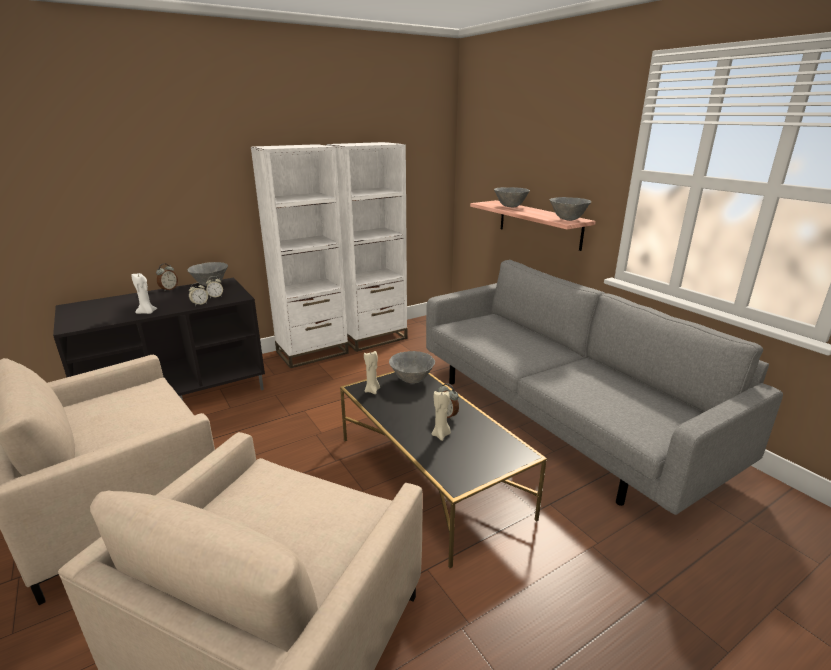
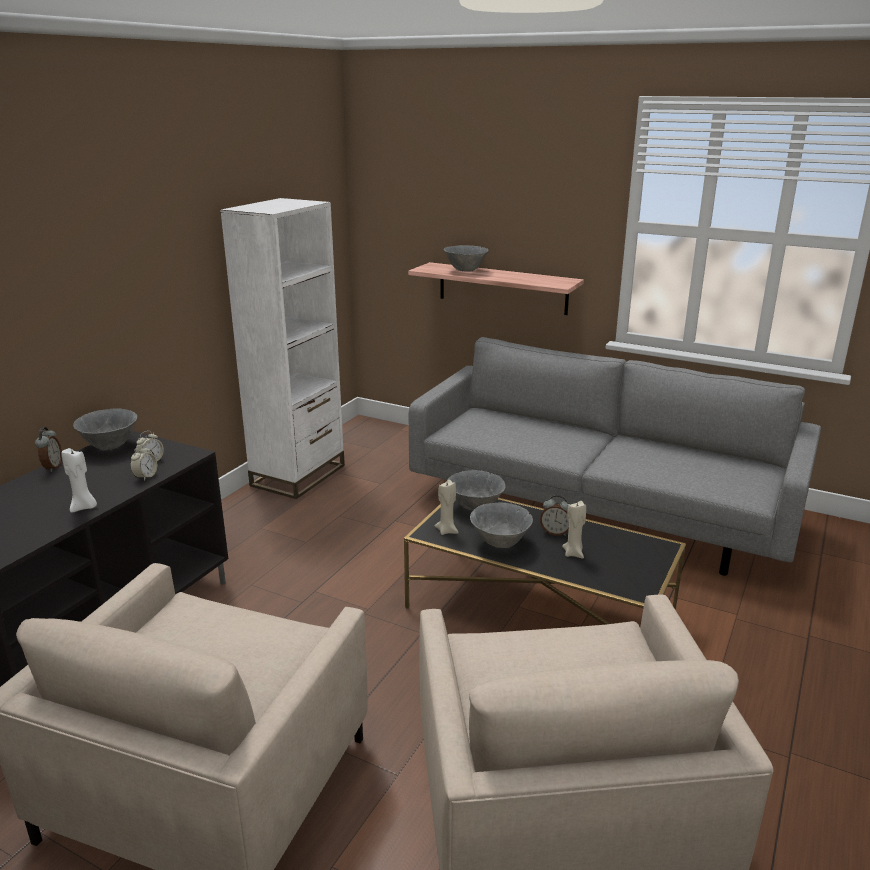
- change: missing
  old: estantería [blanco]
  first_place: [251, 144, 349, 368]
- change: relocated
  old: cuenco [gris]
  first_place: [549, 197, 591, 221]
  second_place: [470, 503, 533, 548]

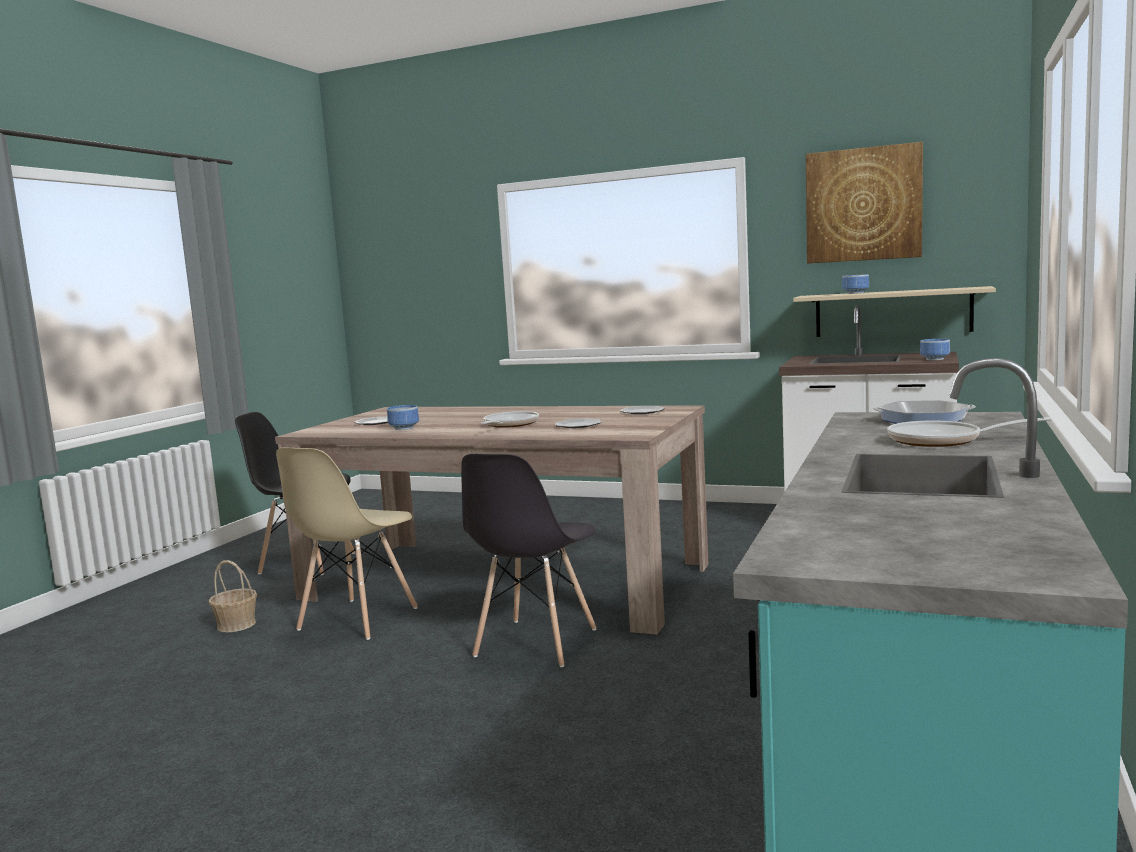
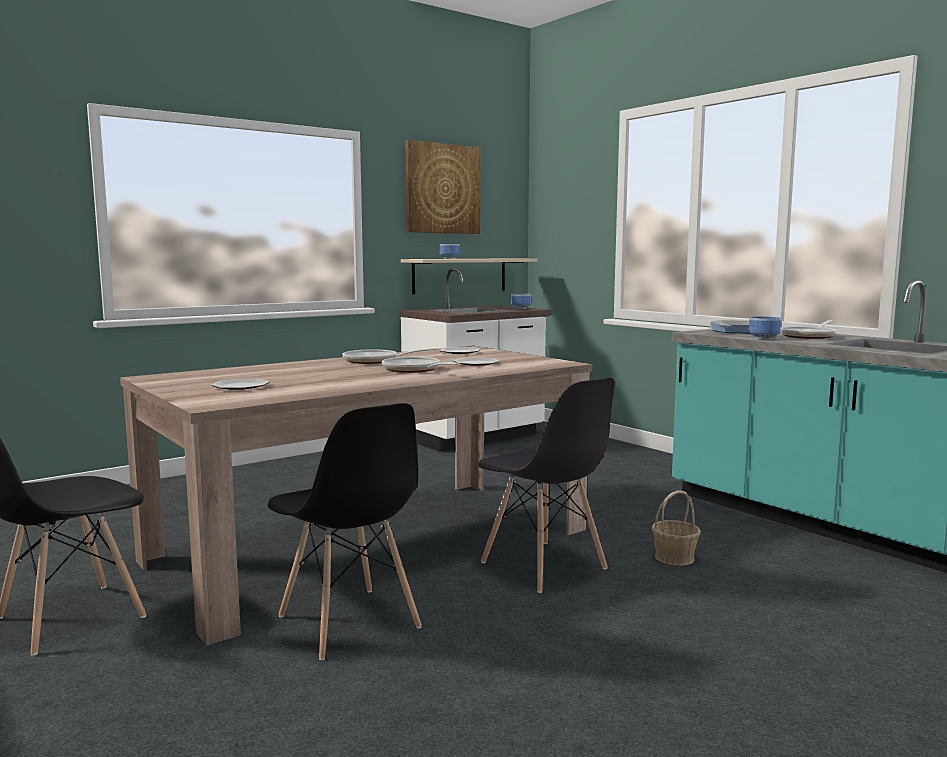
- change: appeared
  new: sartén
  second_place: [343, 348, 437, 364]
- change: relocated
  old: cesta
  first_place: [209, 560, 257, 632]
  second_place: [651, 490, 701, 566]
- change: relocated
  old: cuenco
  first_place: [387, 405, 419, 430]
  second_place: [748, 316, 781, 340]
- change: colour
  old: silla [beis]
  new: silla [negro]
  first_place: [276, 448, 418, 640]
  second_place: [268, 403, 422, 660]

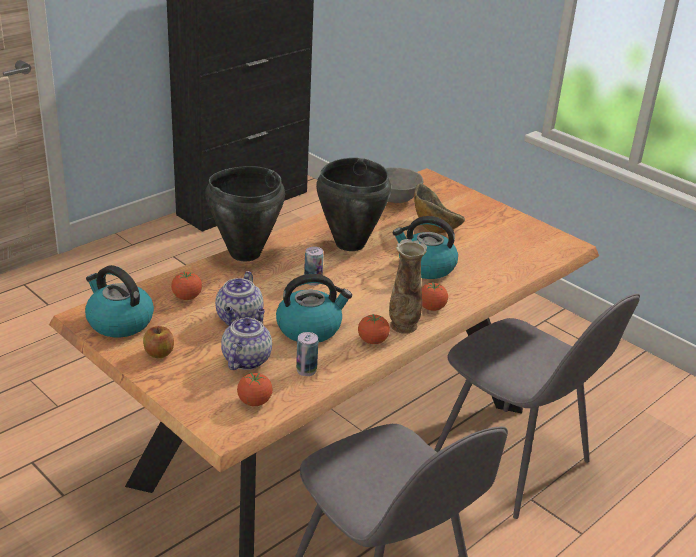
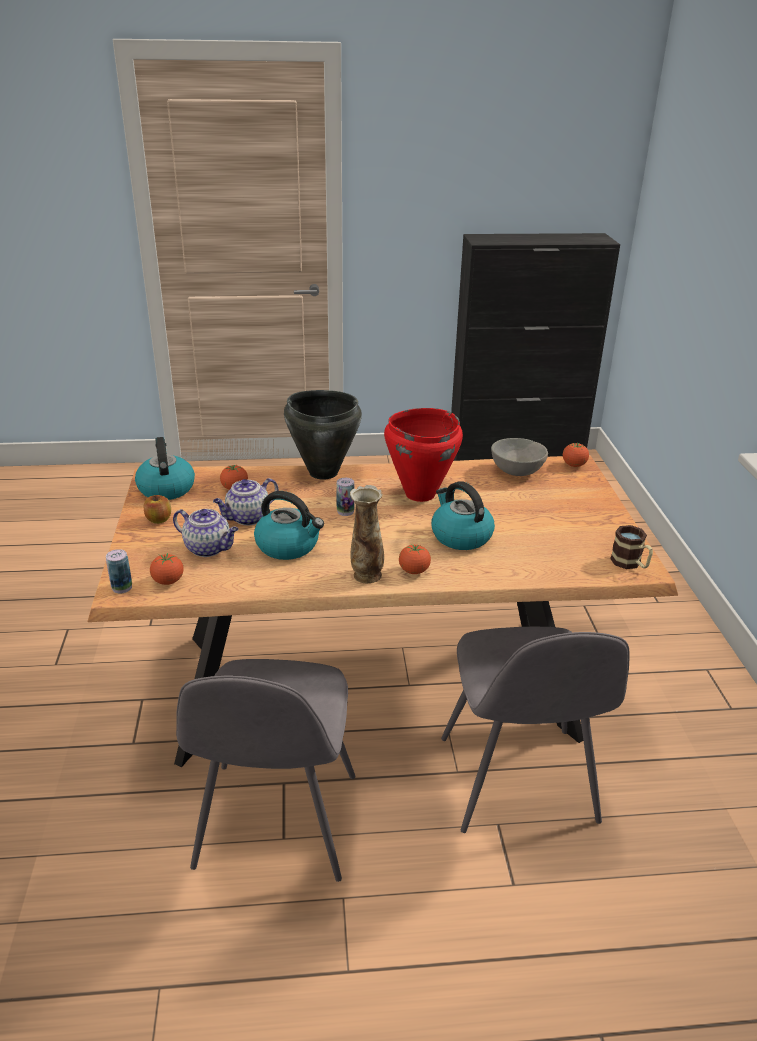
- change: missing
  old: cuenco
  first_place: [414, 183, 465, 233]
- change: appeared
  new: taza grande
  second_place: [610, 525, 653, 569]
- change: relocated
  old: lata
  first_place: [296, 332, 318, 376]
  second_place: [106, 549, 132, 594]
- change: relocated
  old: tomate
  first_place: [358, 314, 390, 344]
  second_place: [563, 443, 589, 467]
- change: colour
  old: olla [negro]
  new: olla [rojo]
  first_place: [316, 158, 391, 251]
  second_place: [384, 408, 463, 502]
- change: spun
  old: tetera
  first_place: [221, 308, 272, 370]
  second_place: [173, 509, 239, 557]
  degrees: 60

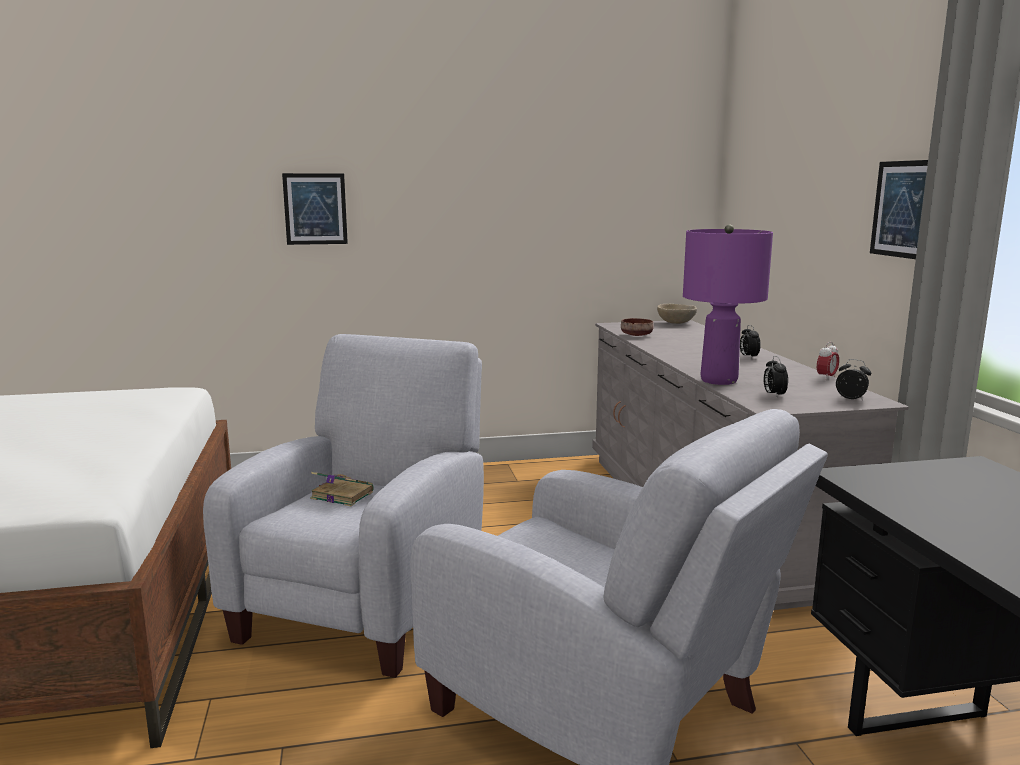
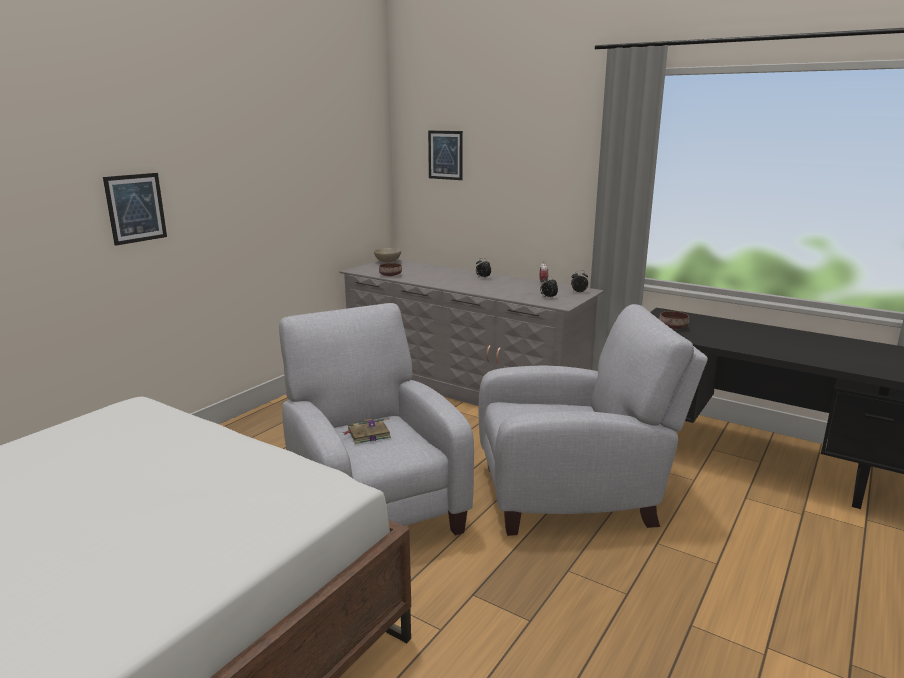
- change: missing
  old: lámpara de mesa [morado]
  first_place: [683, 224, 773, 385]
- change: appeared
  new: cuenco [marrón]
  second_place: [659, 311, 689, 329]
- change: relocated
  old: cuadro
  first_place: [870, 160, 928, 259]
  second_place: [428, 131, 463, 180]

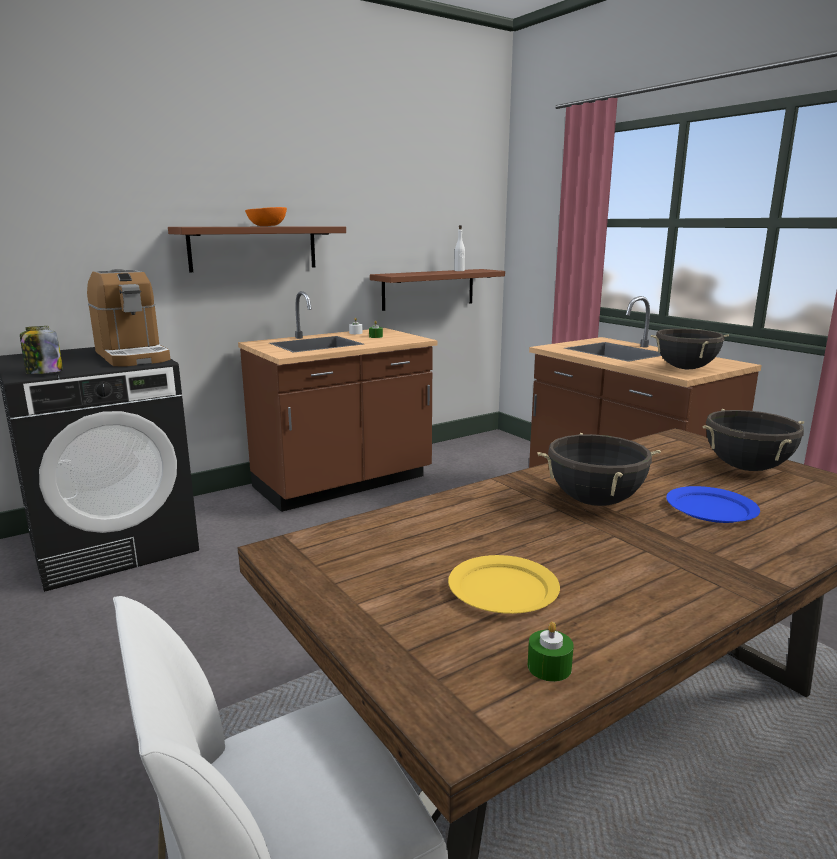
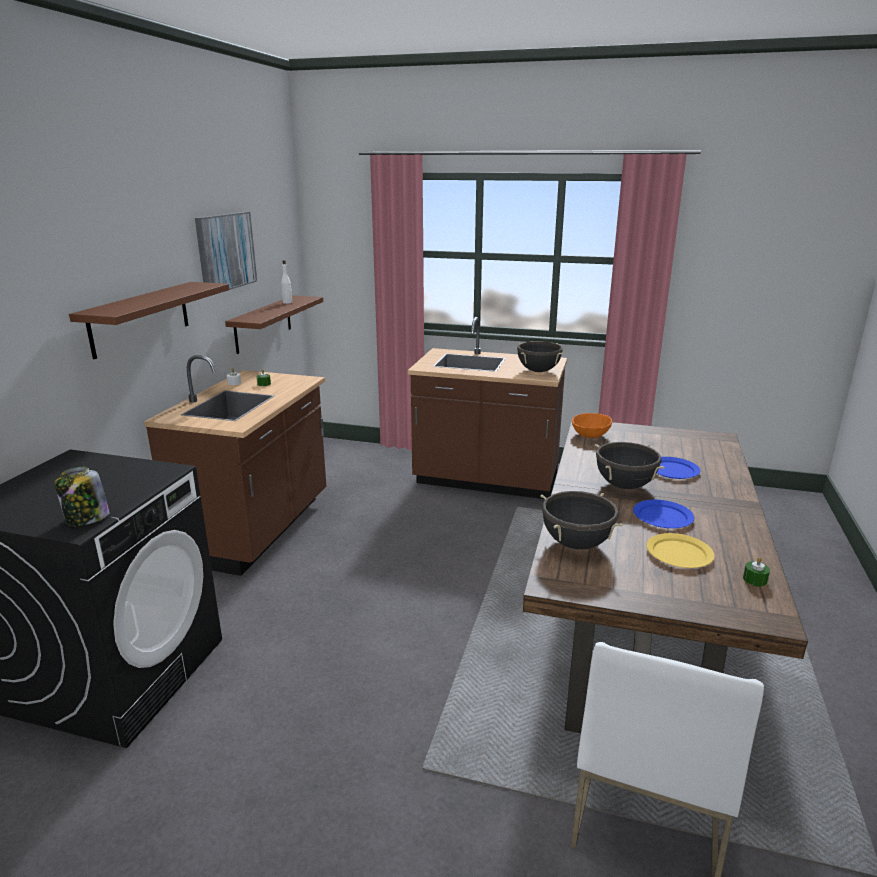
- change: missing
  old: cafetera
  first_place: [87, 269, 170, 366]
- change: appeared
  new: cuadro
  second_place: [195, 212, 257, 290]
- change: appeared
  new: plato [azul]
  second_place: [633, 500, 694, 528]
- change: relocated
  old: cuenco [naranja]
  first_place: [245, 207, 287, 226]
  second_place: [572, 413, 612, 438]
- change: relocated
  old: olla [negro]
  first_place: [702, 409, 804, 471]
  second_place: [540, 491, 623, 550]

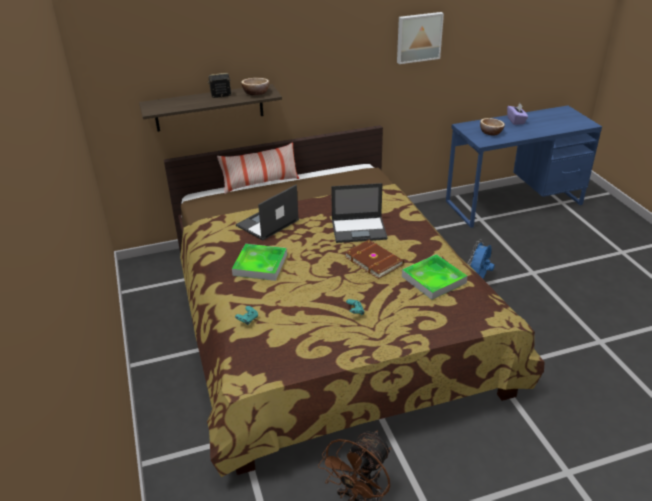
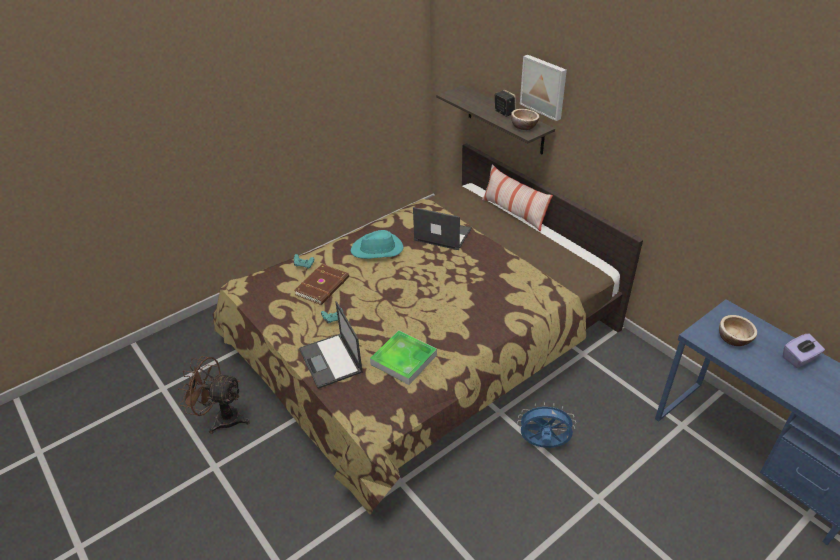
- change: relocated
  old: portátil
  first_place: [331, 183, 388, 243]
  second_place: [299, 301, 363, 389]
- change: relocated
  old: libro [marrón]
  first_place: [345, 240, 404, 279]
  second_place: [294, 264, 349, 305]
- change: relocated
  old: cuadro
  first_place: [397, 12, 444, 64]
  second_place: [520, 55, 567, 121]
- change: exchanged
  old: bandeja
  new: sombrero [turquesa]
  first_place: [232, 244, 287, 281]
  second_place: [351, 230, 403, 259]

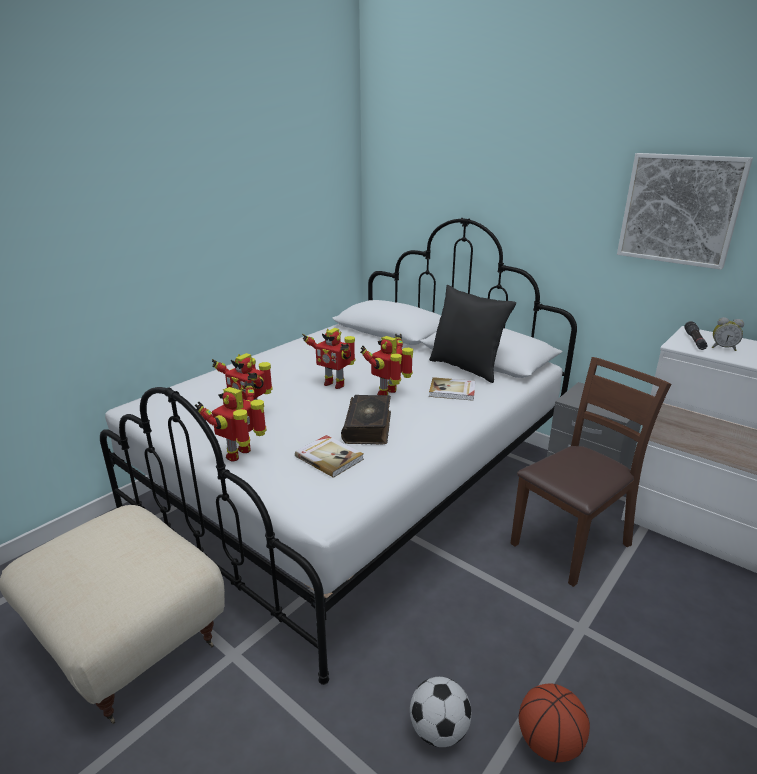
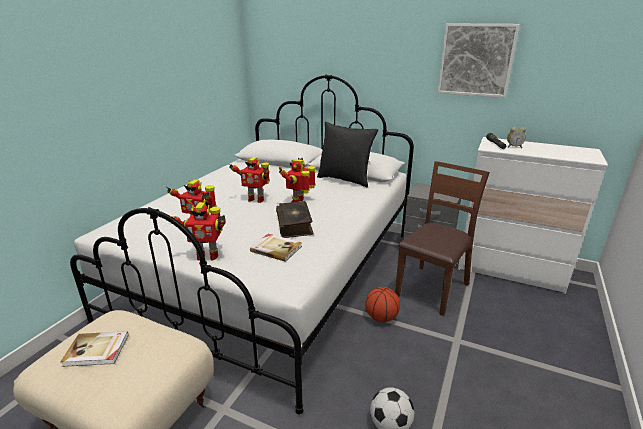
- change: relocated
  old: libro
  first_place: [429, 377, 475, 401]
  second_place: [60, 331, 129, 367]
- change: relocated
  old: balón de baloncesto
  first_place: [518, 684, 590, 762]
  second_place: [365, 287, 400, 322]
- change: spun
  old: robot de juguete
  first_place: [195, 381, 267, 461]
  second_place: [172, 202, 226, 260]
  degrees: -105

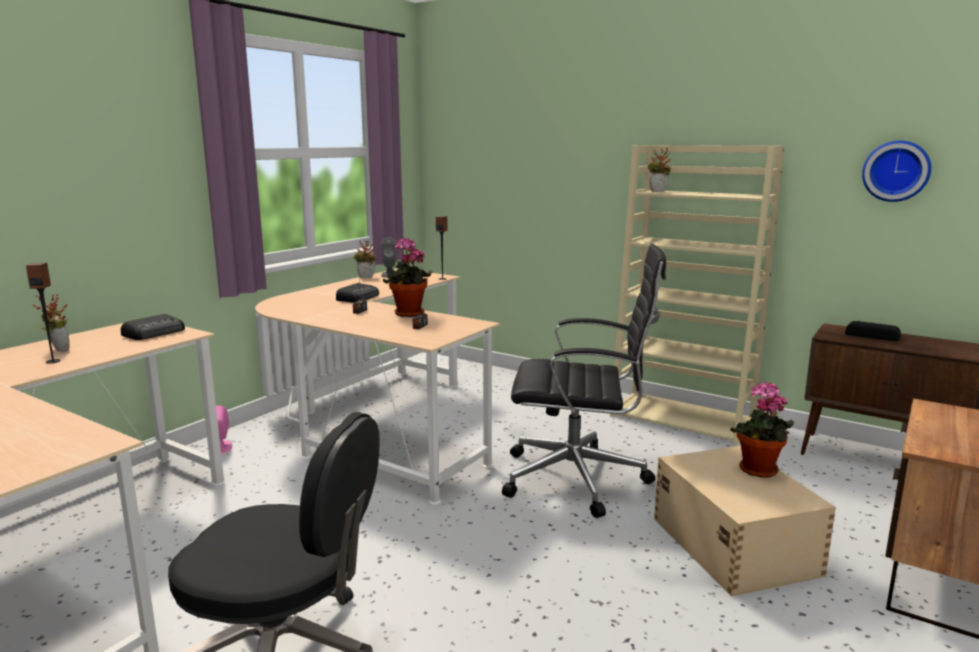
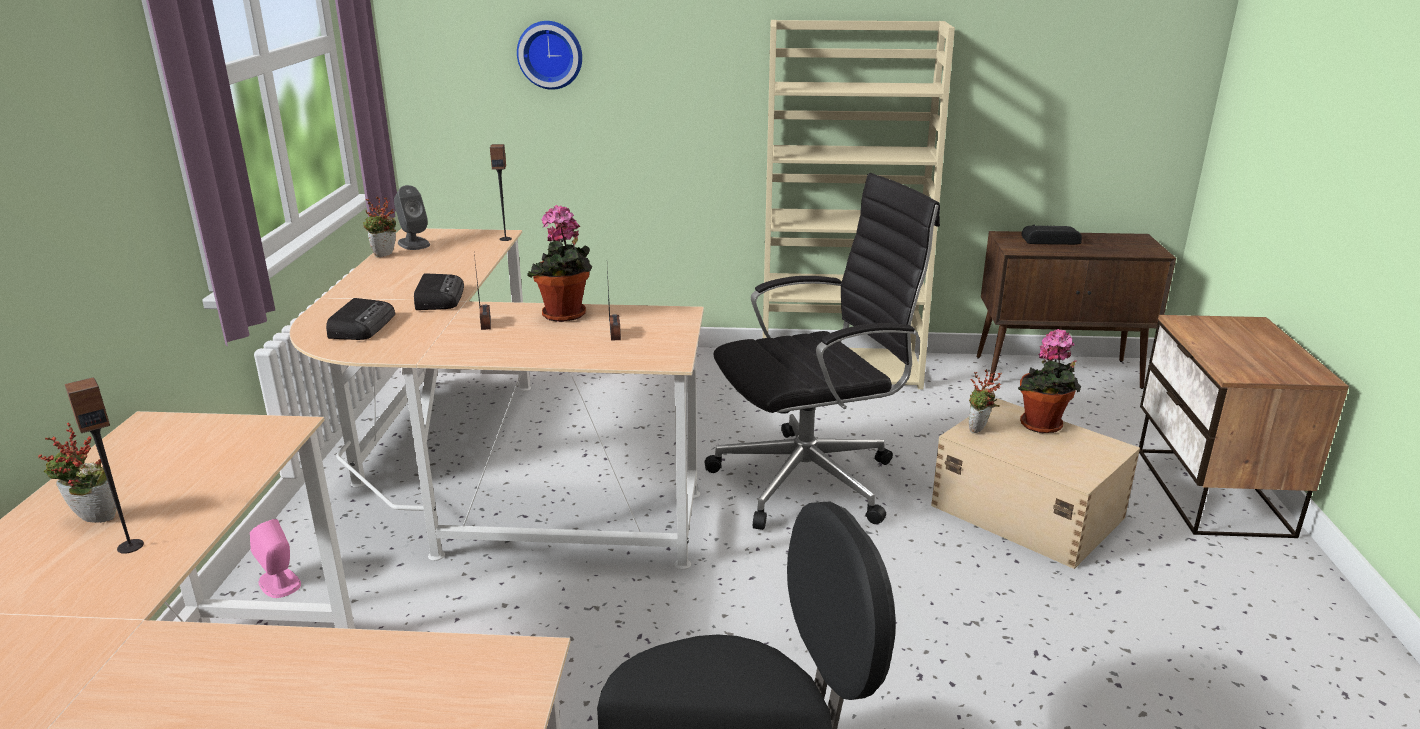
- change: relocated
  old: radio
  first_place: [121, 314, 185, 340]
  second_place: [326, 298, 395, 340]
- change: relocated
  old: planta en maceta
  first_place: [648, 148, 671, 192]
  second_place: [969, 369, 1002, 433]
- change: relocated
  old: reloj de pared
  first_place: [862, 141, 931, 202]
  second_place: [517, 21, 582, 90]

